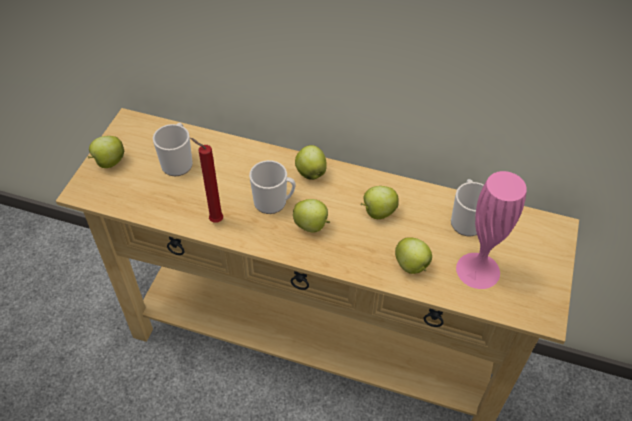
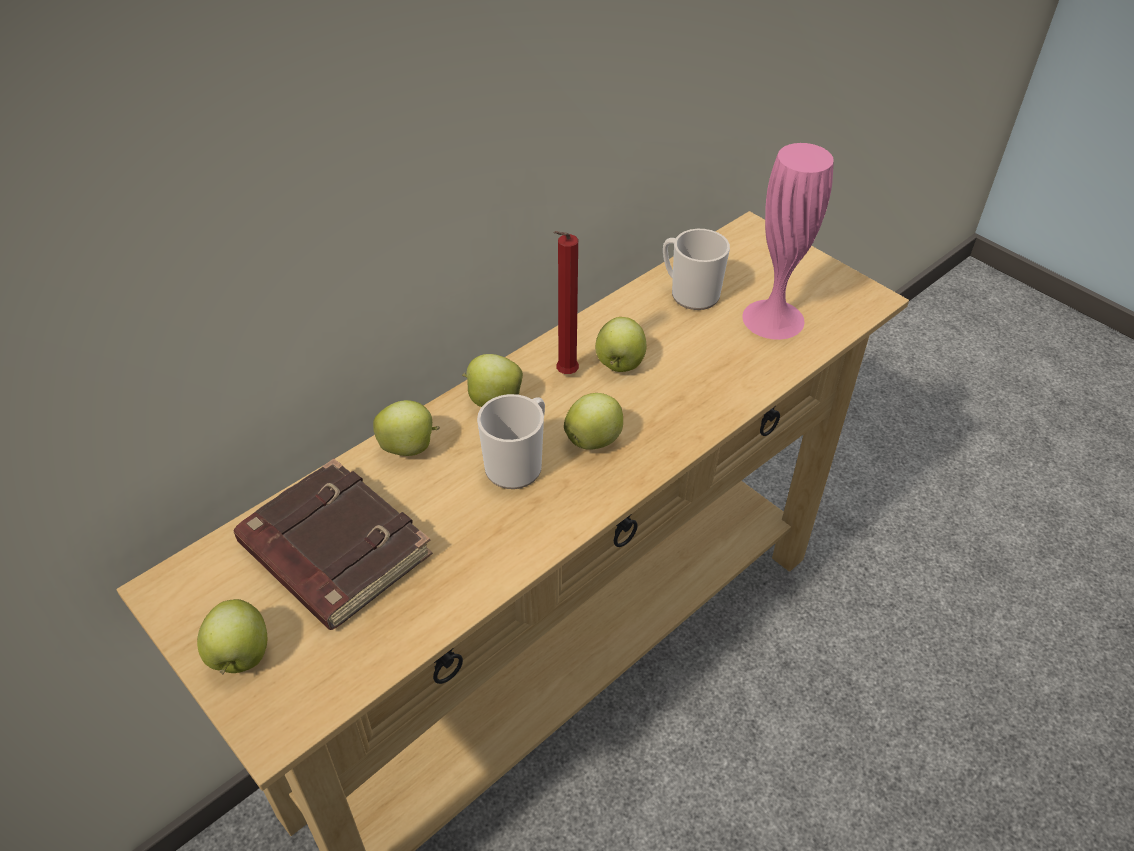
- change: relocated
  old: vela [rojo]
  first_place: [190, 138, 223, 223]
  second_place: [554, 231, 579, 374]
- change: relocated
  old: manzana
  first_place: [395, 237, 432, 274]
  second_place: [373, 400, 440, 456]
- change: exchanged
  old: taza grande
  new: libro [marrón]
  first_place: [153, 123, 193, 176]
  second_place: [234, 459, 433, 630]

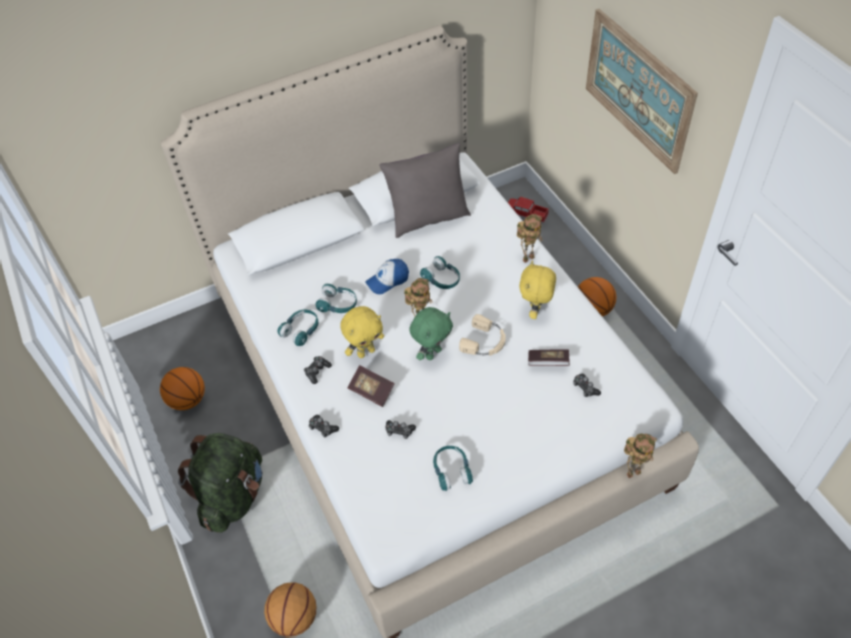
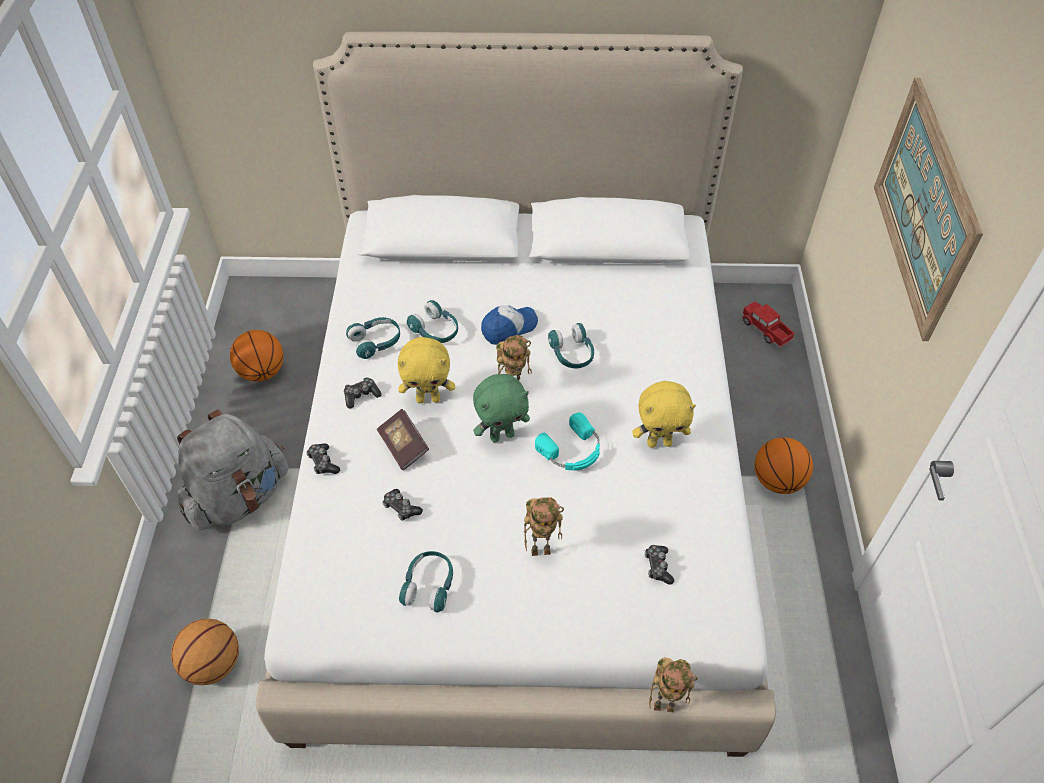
- change: missing
  old: cojín [gris]
  first_place: [379, 143, 471, 238]
- change: missing
  old: libro
  first_place: [528, 349, 570, 366]
- change: relocated
  old: robot de juguete
  first_place: [517, 214, 542, 263]
  second_place: [524, 497, 564, 556]
- change: colour
  old: mochila [verde]
  new: mochila [gris]
  first_place: [178, 433, 263, 533]
  second_place: [177, 410, 289, 530]
- change: colour
  old: auriculares [beis]
  new: auriculares [turquesa]
  first_place: [459, 314, 506, 356]
  second_place: [535, 412, 600, 471]
- change: spun
  old: gorra
  first_place: [365, 259, 409, 294]
  second_place: [481, 305, 538, 345]
  degrees: 150
- change: spun
  old: peluche [amarillo]
  first_place: [519, 260, 556, 319]
  second_place: [632, 381, 696, 448]
  degrees: -135

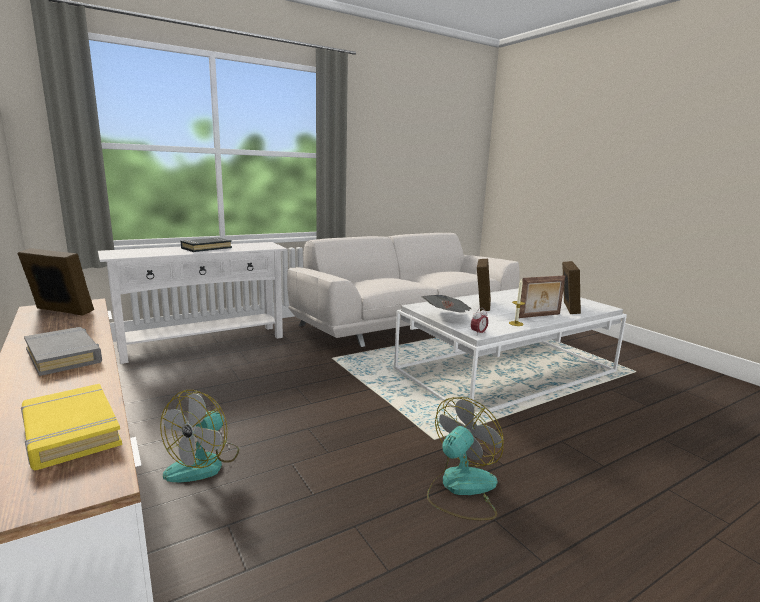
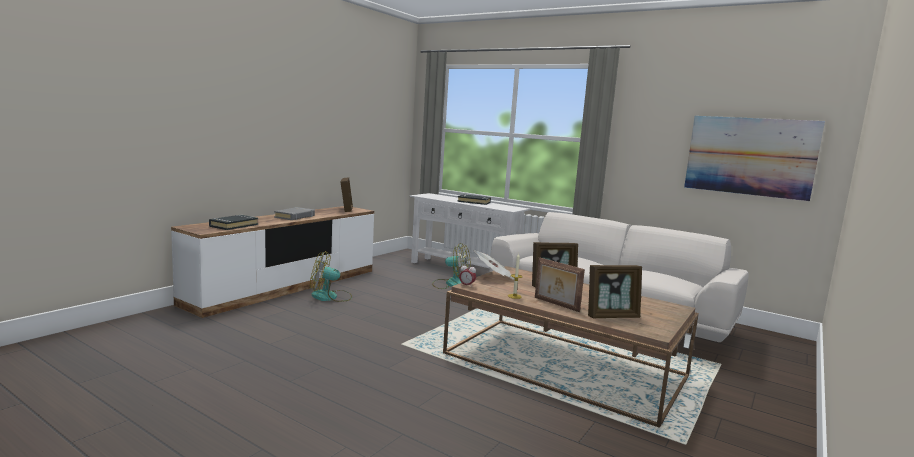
- change: appeared
  new: cuadro
  second_place: [684, 116, 825, 201]
- change: relocated
  old: ventilador
  first_place: [427, 397, 503, 520]
  second_place: [432, 243, 470, 289]
- change: colour
  old: libro [amarillo]
  new: libro [negro]
  first_place: [21, 384, 122, 470]
  second_place: [209, 215, 258, 230]
- change: colour
  old: mesa de centro [blanco]
  new: mesa de centro [marrón]
  first_place: [394, 288, 627, 417]
  second_place: [443, 266, 699, 428]

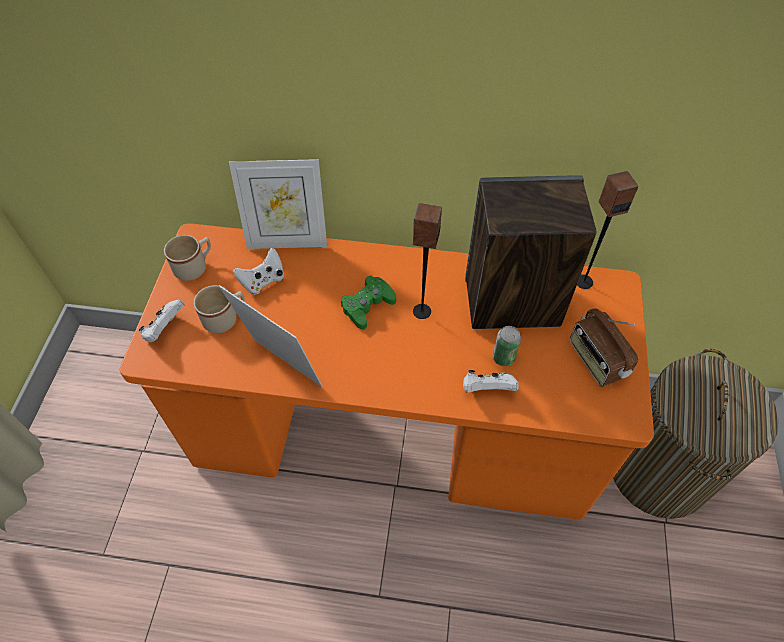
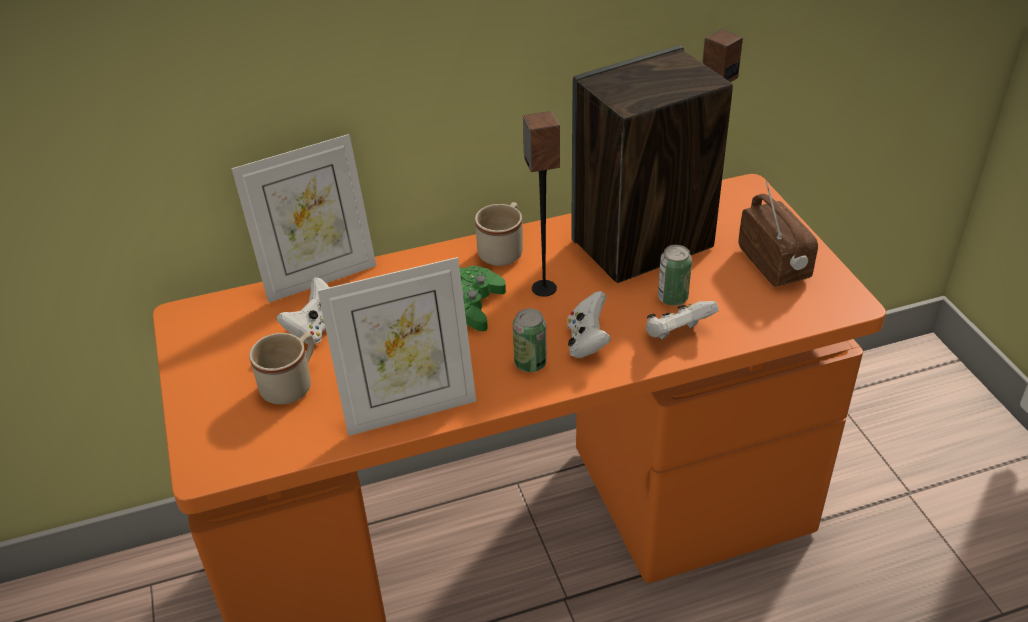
- change: missing
  old: cesto de la ropa
  first_place: [613, 349, 778, 519]
- change: appeared
  new: lata
  second_place: [513, 308, 547, 372]
- change: relocated
  old: mando de consola [blanco]
  first_place: [139, 300, 184, 342]
  second_place: [567, 291, 611, 358]
- change: relocated
  old: taza grande [beis]
  first_place: [164, 235, 211, 281]
  second_place: [475, 202, 523, 266]
- change: spun
  old: portarretratos
  first_place: [219, 285, 323, 387]
  second_place: [318, 257, 476, 436]
  degrees: 150
- change: spun
  old: radio
  first_place: [570, 308, 638, 387]
  second_place: [739, 181, 818, 287]
  degrees: -150

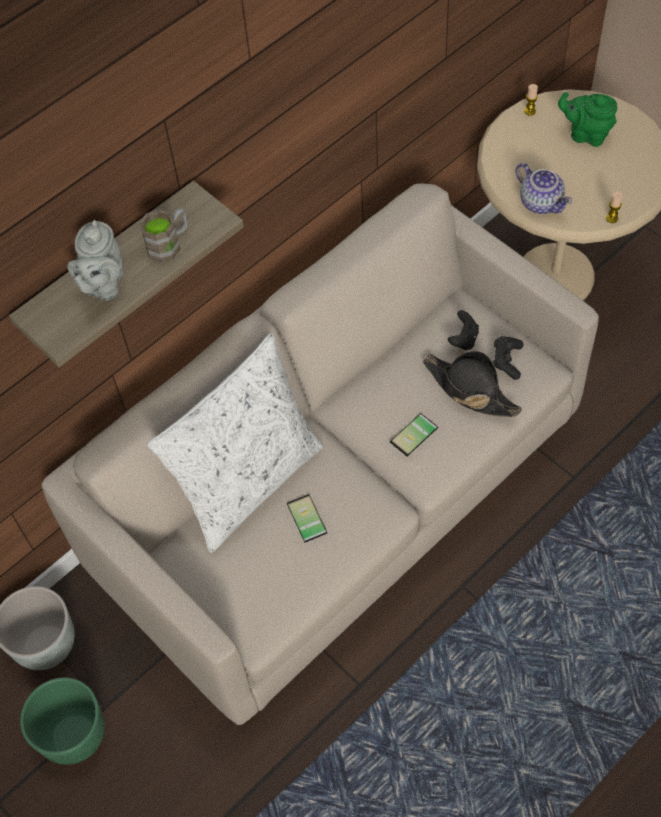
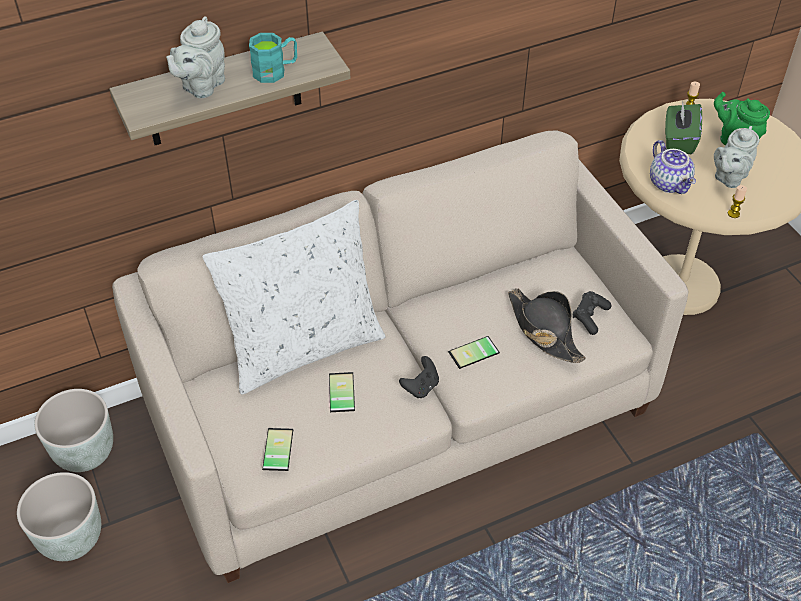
- change: appeared
  new: móvil
  second_place: [260, 428, 293, 471]
- change: appeared
  new: caja de pañuelos [verde]
  second_place: [665, 102, 702, 154]
- change: appeared
  new: tetera [gris]
  second_place: [714, 126, 759, 188]
- change: relocated
  old: mando de consola [negro]
  first_place: [448, 310, 479, 350]
  second_place: [399, 356, 439, 398]
- change: colour
  old: maceta [verde]
  new: maceta [gris]
  first_place: [20, 677, 105, 765]
  second_place: [17, 472, 101, 561]
- change: colour
  old: taza grande [marrón]
  new: taza grande [turquesa]
  first_place: [139, 208, 188, 262]
  second_place: [249, 33, 297, 83]

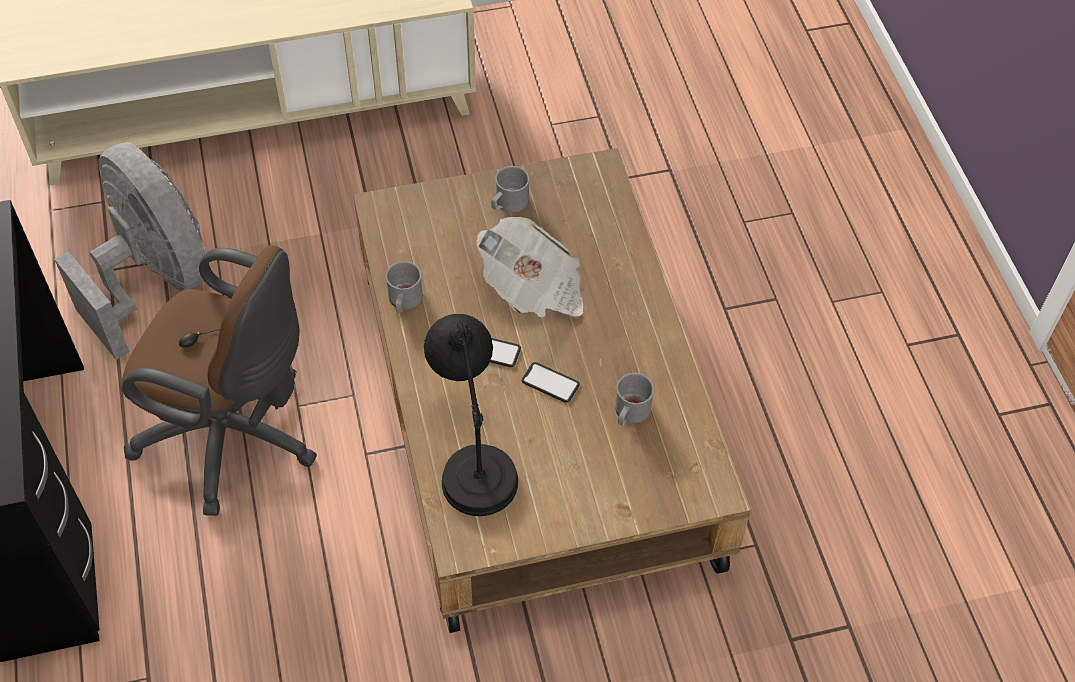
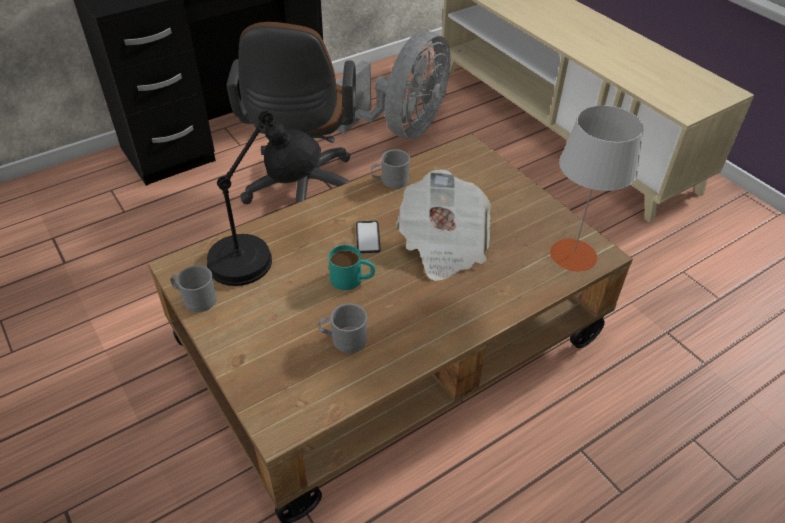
- change: appeared
  new: lámpara de mesa [gris]
  second_place: [550, 105, 644, 272]
- change: relocated
  old: taza grande [gris]
  first_place: [491, 166, 530, 213]
  second_place: [170, 265, 217, 312]
- change: exchanged
  old: móvil
  new: taza grande [turquesa]
  first_place: [521, 362, 580, 403]
  second_place: [328, 245, 375, 290]

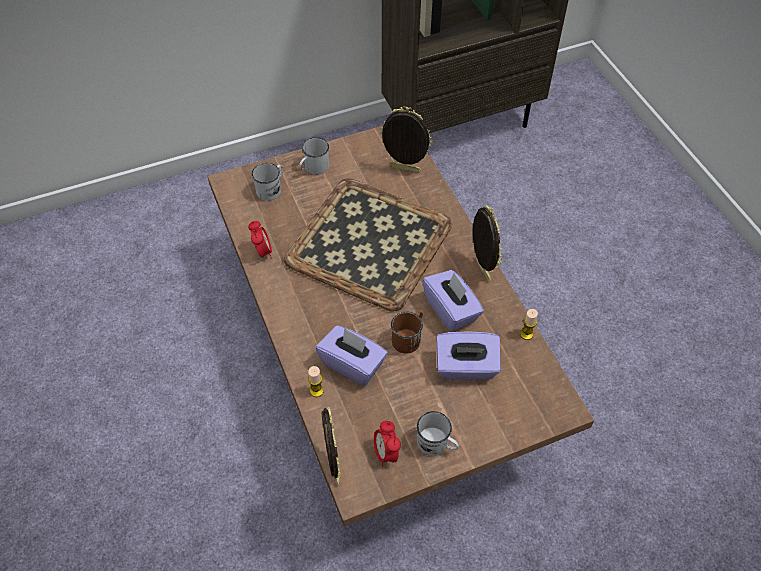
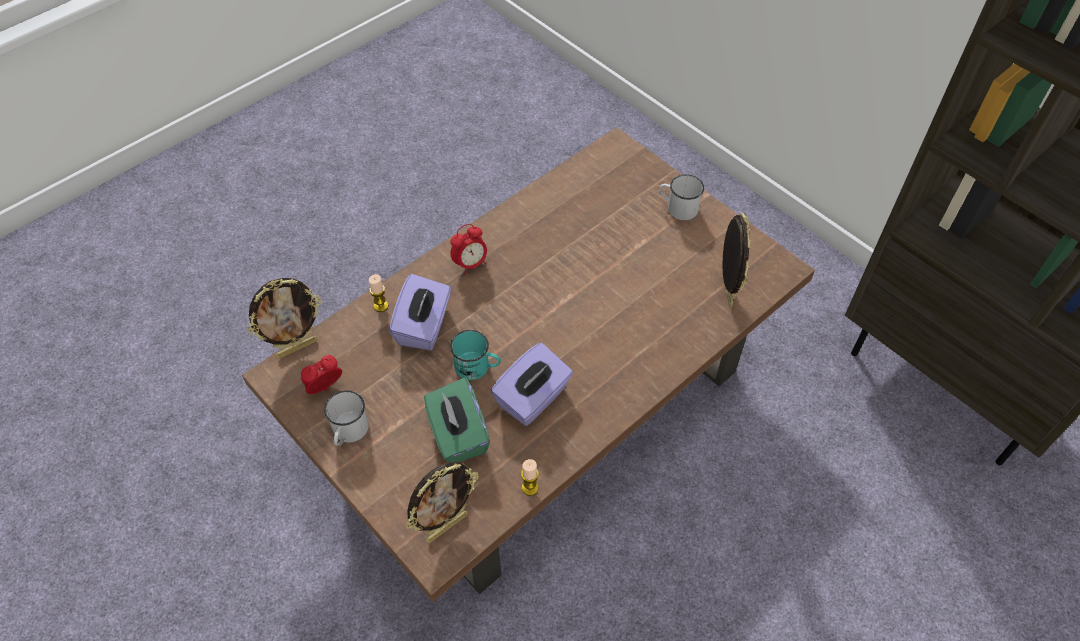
- change: missing
  old: taza grande [blanco]
  first_place: [252, 163, 283, 201]
- change: missing
  old: bandeja
  first_place: [284, 178, 452, 312]
- change: relocated
  old: despertador
  first_place: [248, 221, 272, 259]
  second_place: [450, 224, 487, 275]
- change: relocated
  old: portarretratos
  first_place: [473, 205, 502, 282]
  second_place: [405, 462, 479, 543]
- change: colour
  old: taza grande [marrón]
  new: taza grande [turquesa]
  first_place: [391, 312, 423, 354]
  second_place: [450, 330, 501, 380]
- change: colour
  old: caja de pañuelos [morado]
  new: caja de pañuelos [verde]
  first_place: [436, 331, 501, 380]
  second_place: [424, 377, 490, 463]

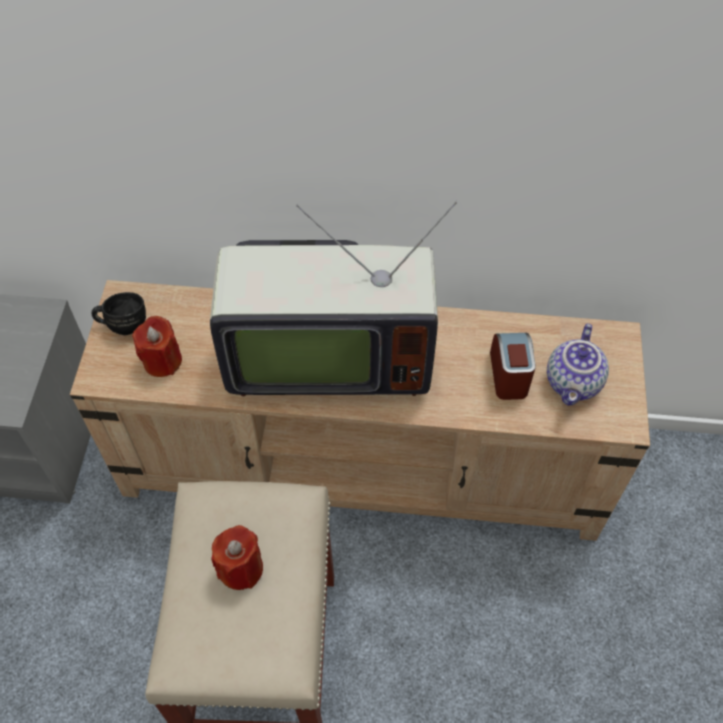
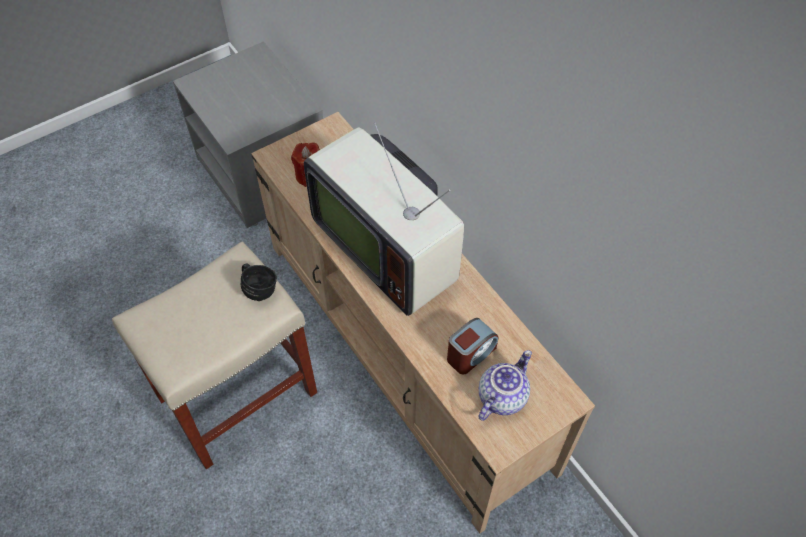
- change: missing
  old: vela [rojo]
  first_place: [211, 525, 263, 590]
- change: relocated
  old: taza grande [negro]
  first_place: [92, 292, 146, 335]
  second_place: [241, 264, 277, 301]
- change: spun
  old: tetera
  first_place: [547, 324, 609, 406]
  second_place: [478, 350, 532, 421]
  degrees: 150

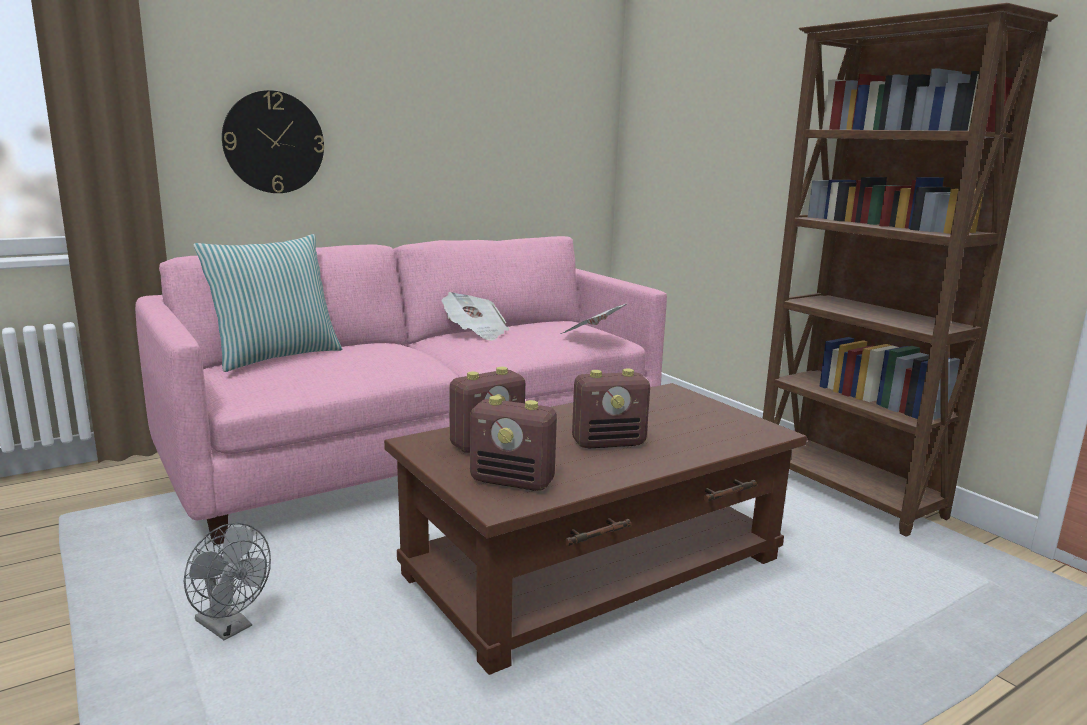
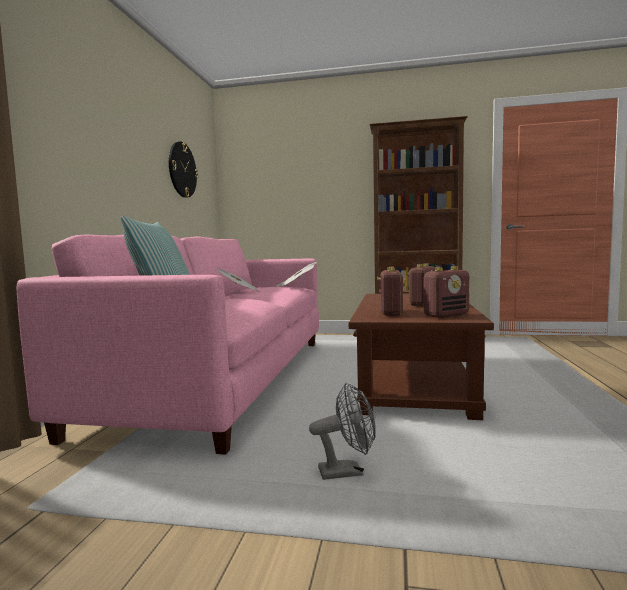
- change: relocated
  old: reloj de pared
  first_place: [222, 90, 324, 193]
  second_place: [169, 141, 198, 198]

